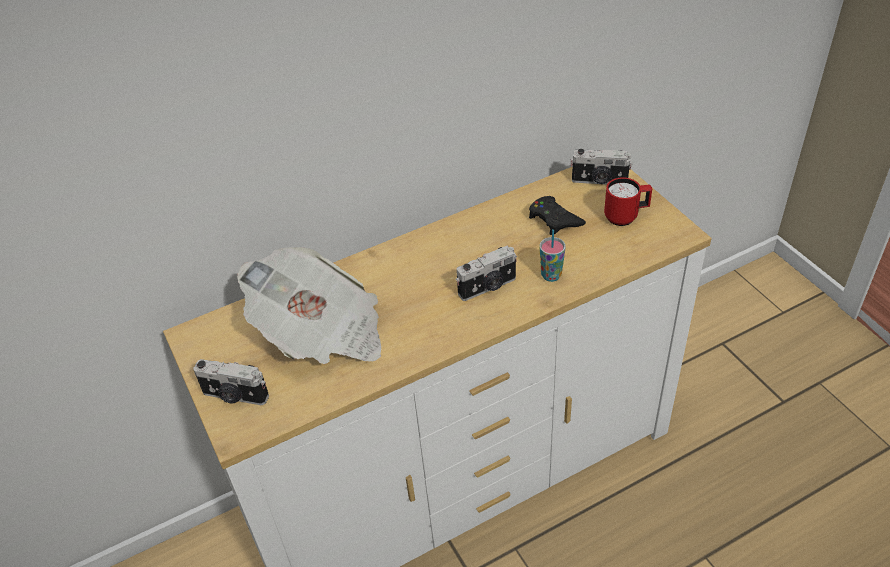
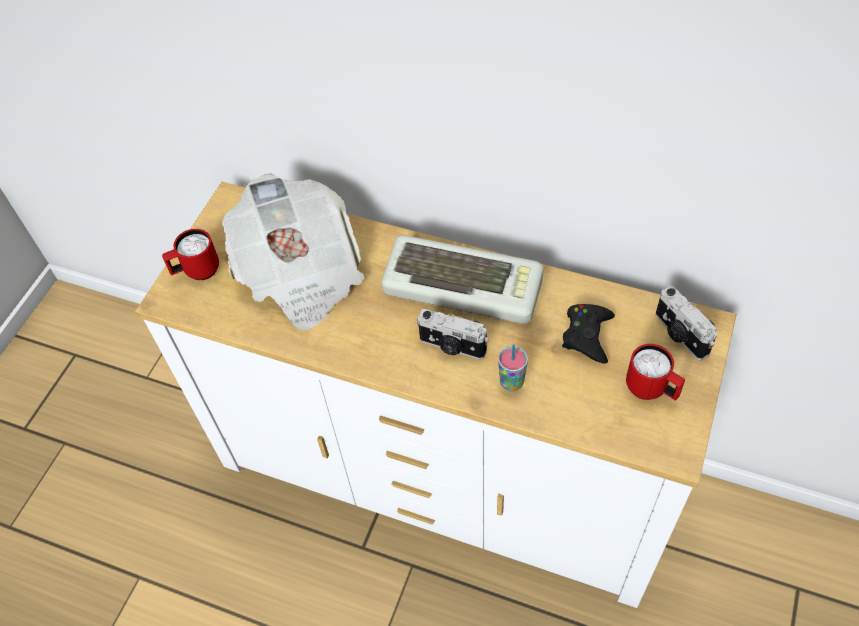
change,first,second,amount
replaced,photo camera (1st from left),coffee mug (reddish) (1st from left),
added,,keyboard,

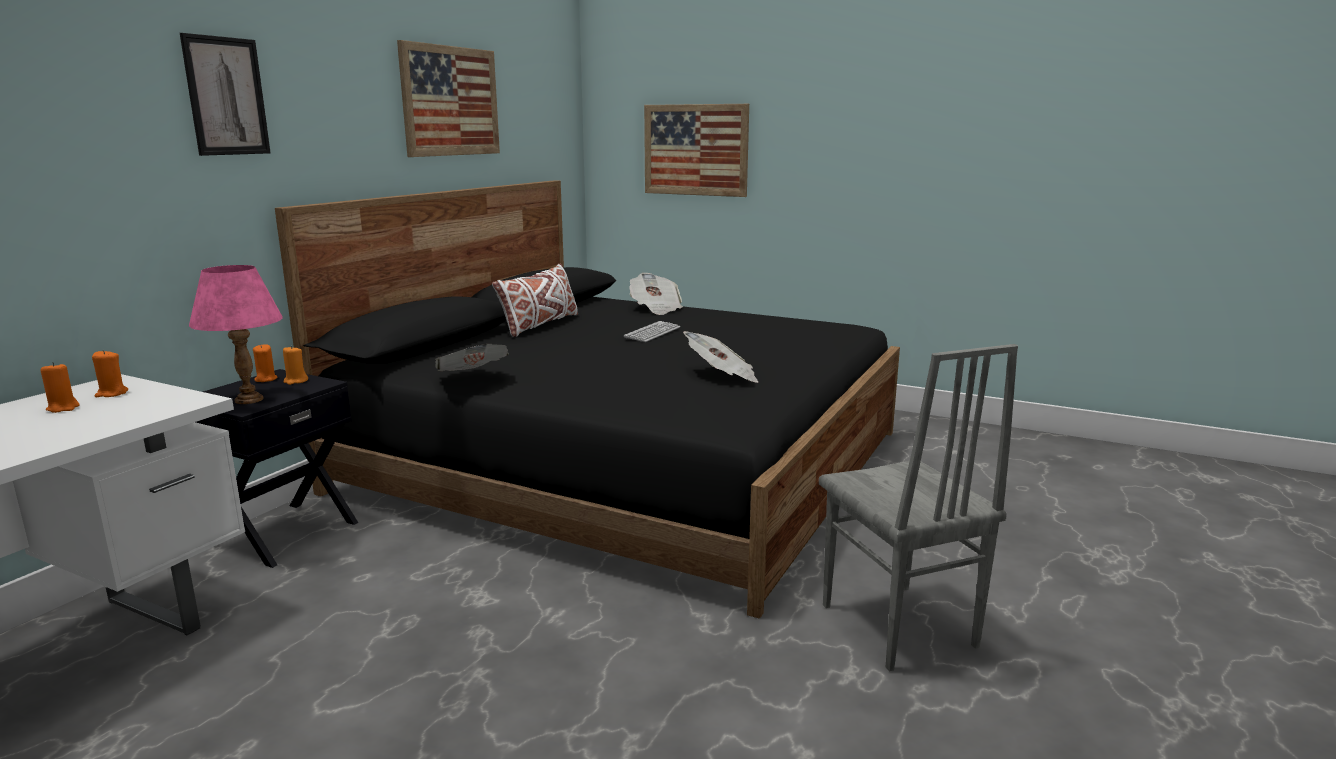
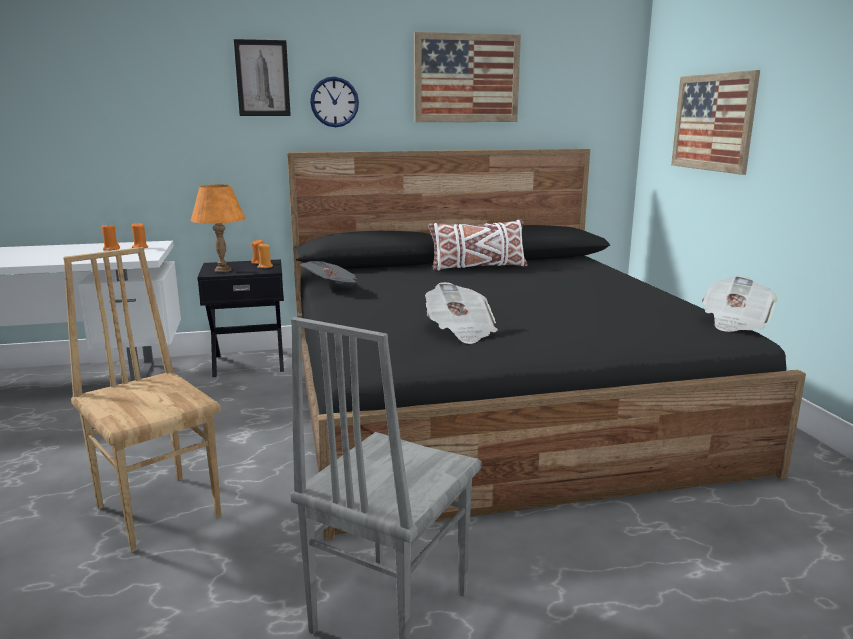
change,first,second,amount
recoloured,lamp for a table (pink-coloured),lamp for a table (orangey),
removed,keyboard,,
moved,newspaper (2nd from left in the first image),newspaper (3rd from left),
added,,chair (brown-coloured),
added,,wall clock,

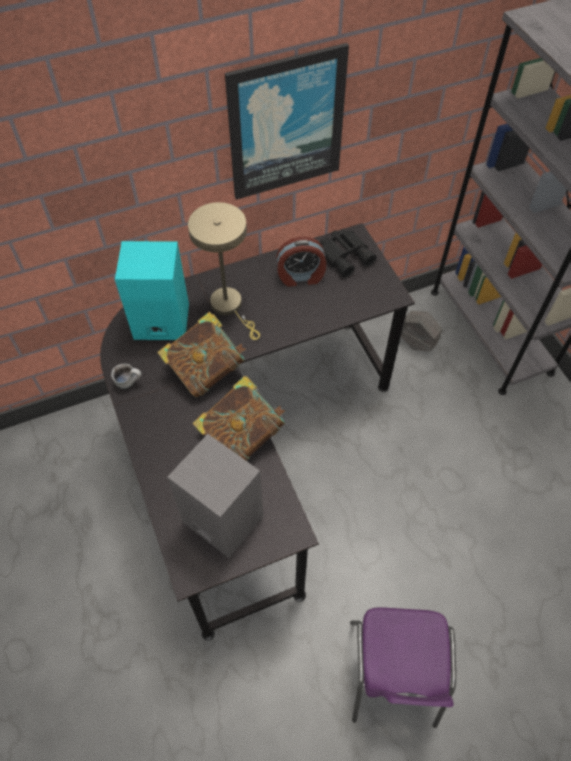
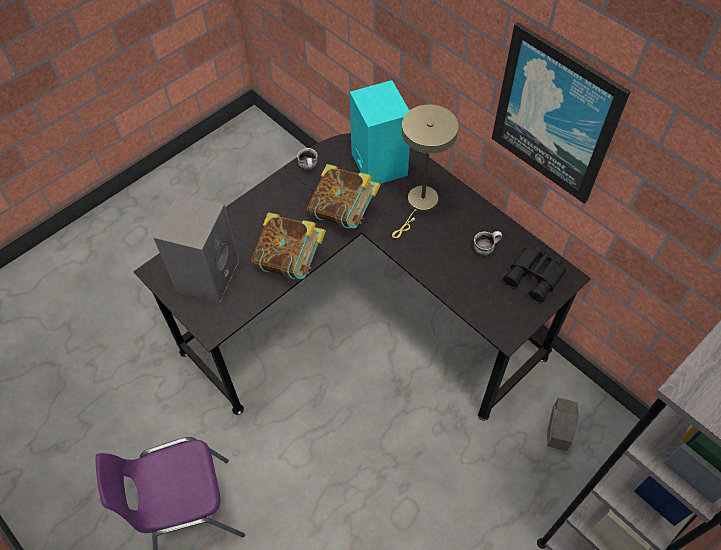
change,first,second,amount
replaced,alarm clock,coffee mug (2nd from left),

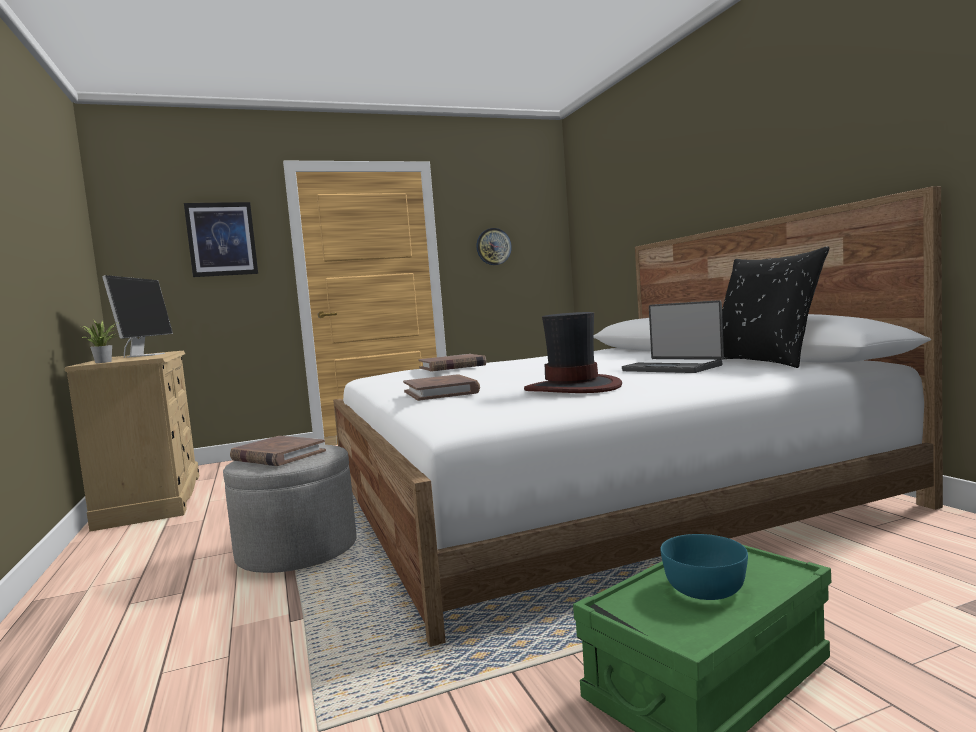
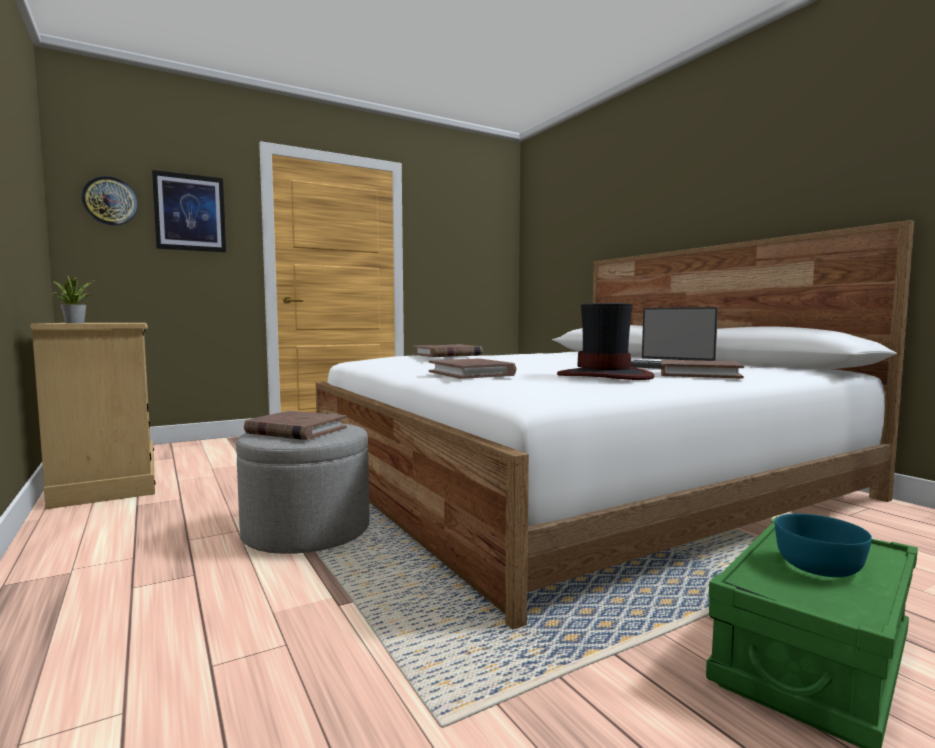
change,first,second,amount
removed,computer display,,
moved,wall clock,,
removed,pillow (black),,
added,,volume (brown-coloured) (4th from left),

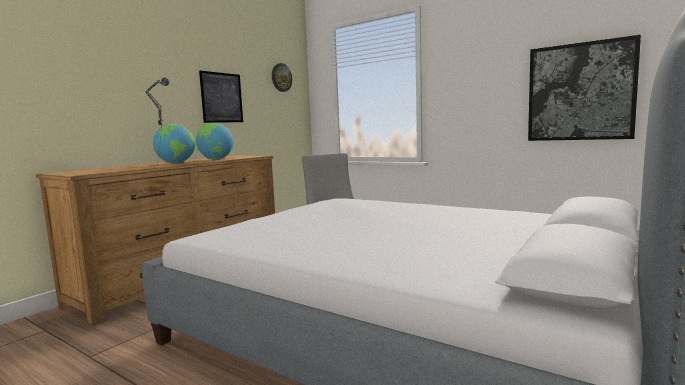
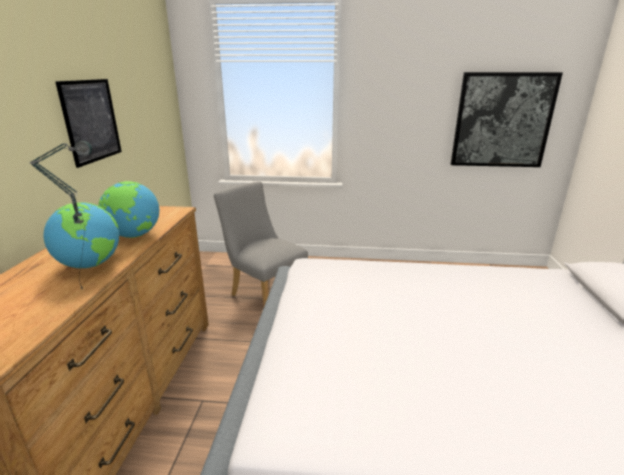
change,first,second,amount
removed,wall clock,,

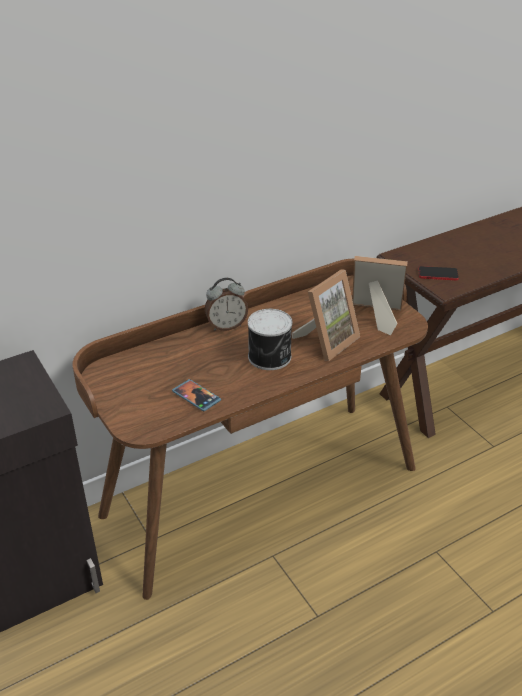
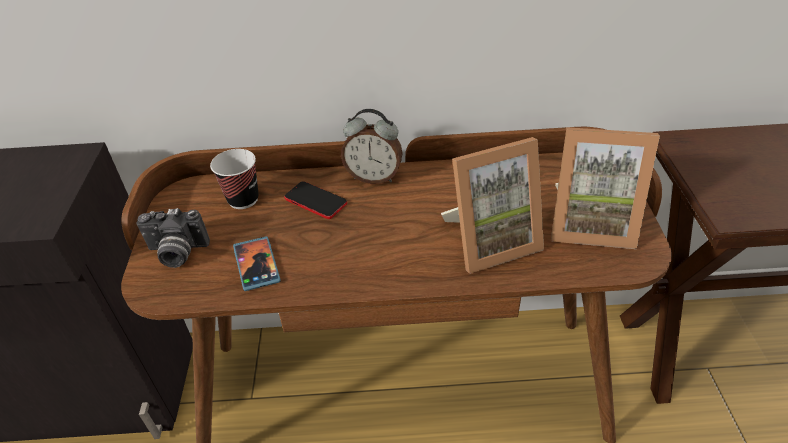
change,first,second,amount
removed,can,,
turned,photo frame (2nd from left),,150 degrees clockwise
moved,handset (2nd from left),,
added,,photo camera,
added,,small cup,

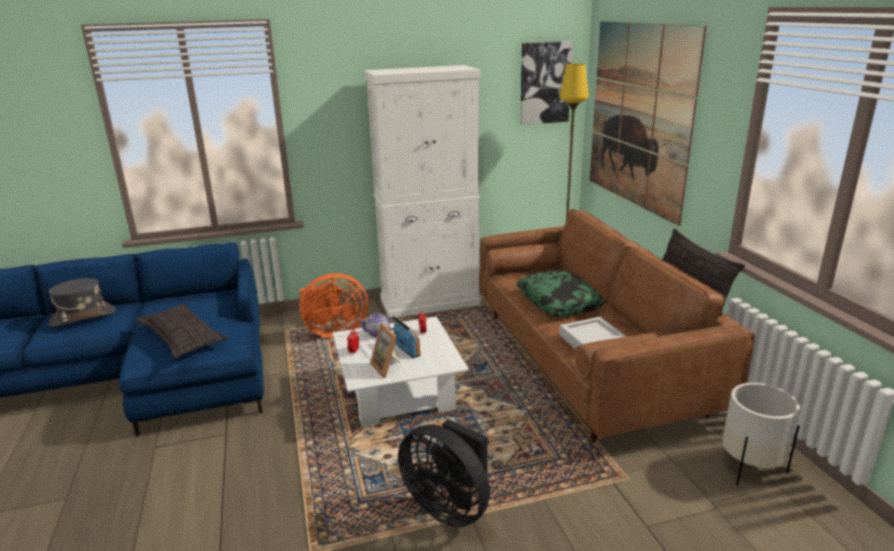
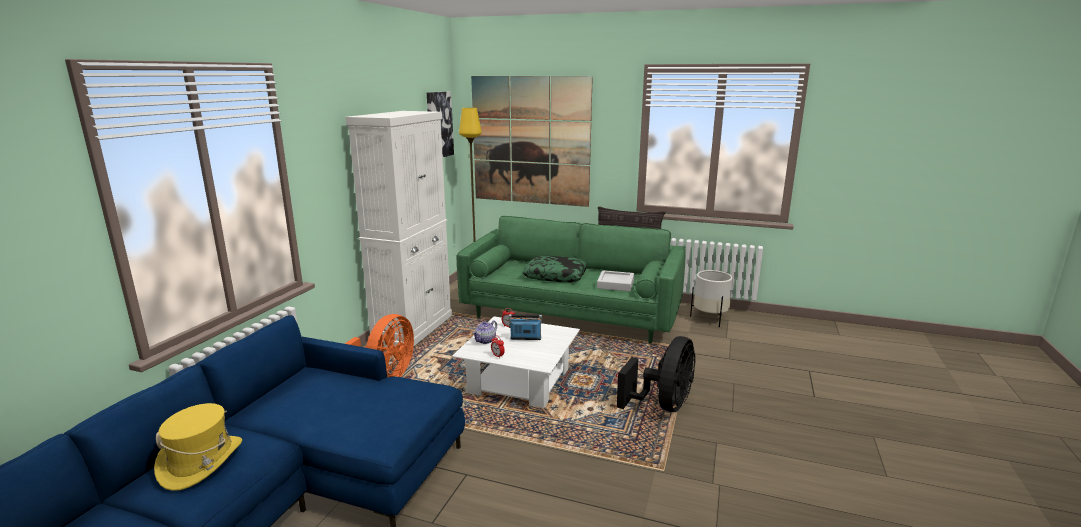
change,first,second,amount
recoloured,clothing hat (grey),clothing hat (yellow),
removed,pillow (1st from left),,
removed,photo frame,,
turned,electric fan (black),,45 degrees counterclockwise
recoloured,couch (brown-coloured),couch (green-coloured),

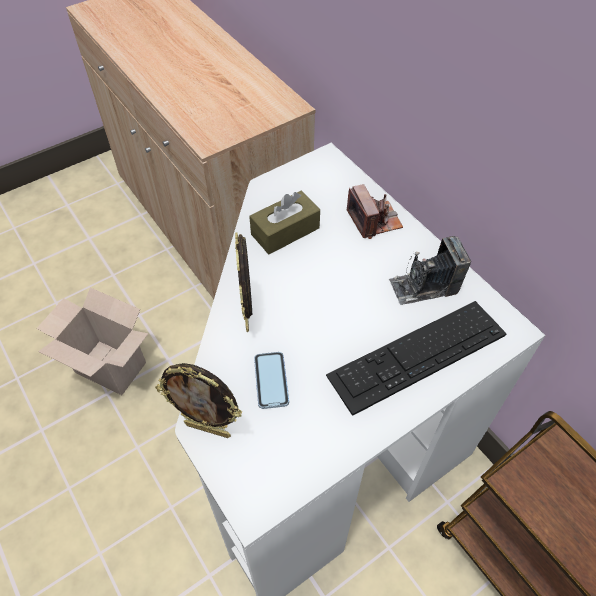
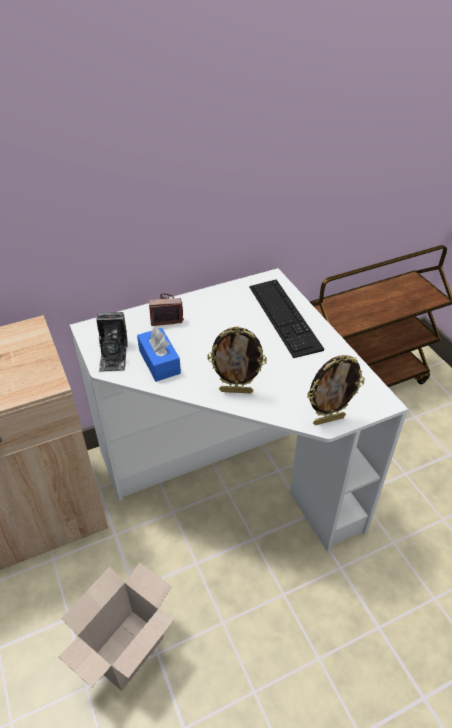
change,first,second,amount
turned,photo frame (1st from left in the first image),photo frame (2nd from left),45 degrees clockwise
recoloured,box of tissues (brown-coloured),box of tissues (blue),
removed,handset,,
moved,photo camera (2nd from left in the first image),photo camera (1st from left),

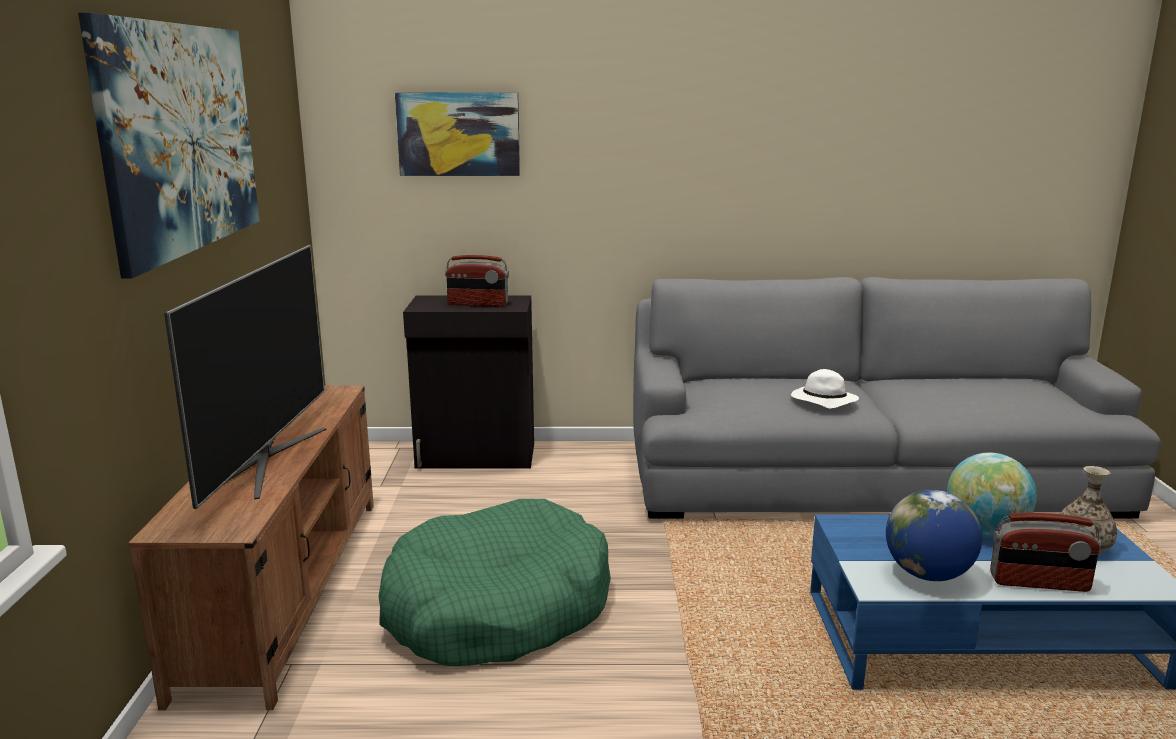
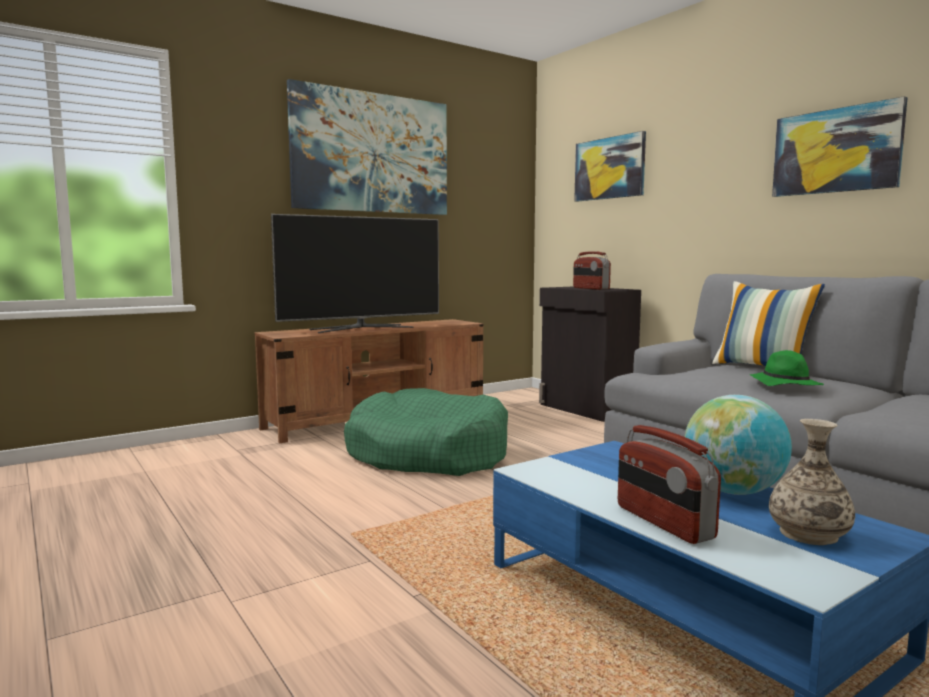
change,first,second,amount
recoloured,clothing hat (white-coloured),clothing hat (green-coloured),
removed,world globe (1st from left),,
added,,pillow,
added,,wall picture (3rd from left),

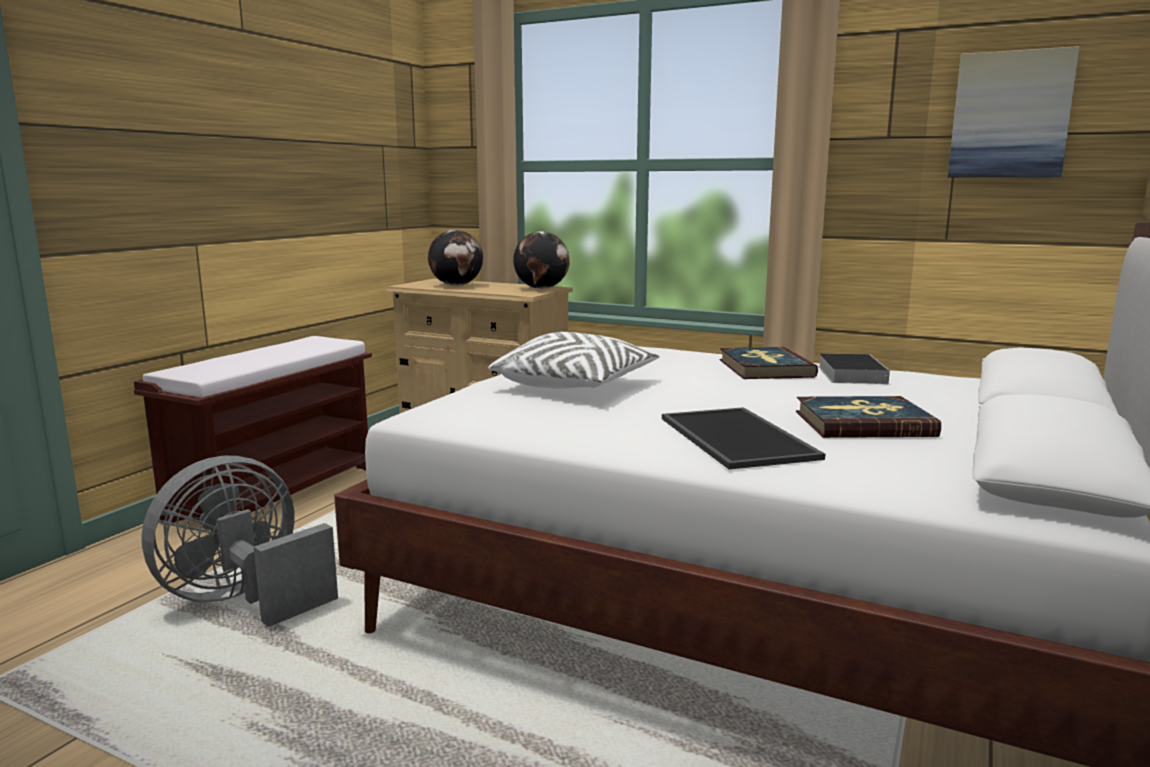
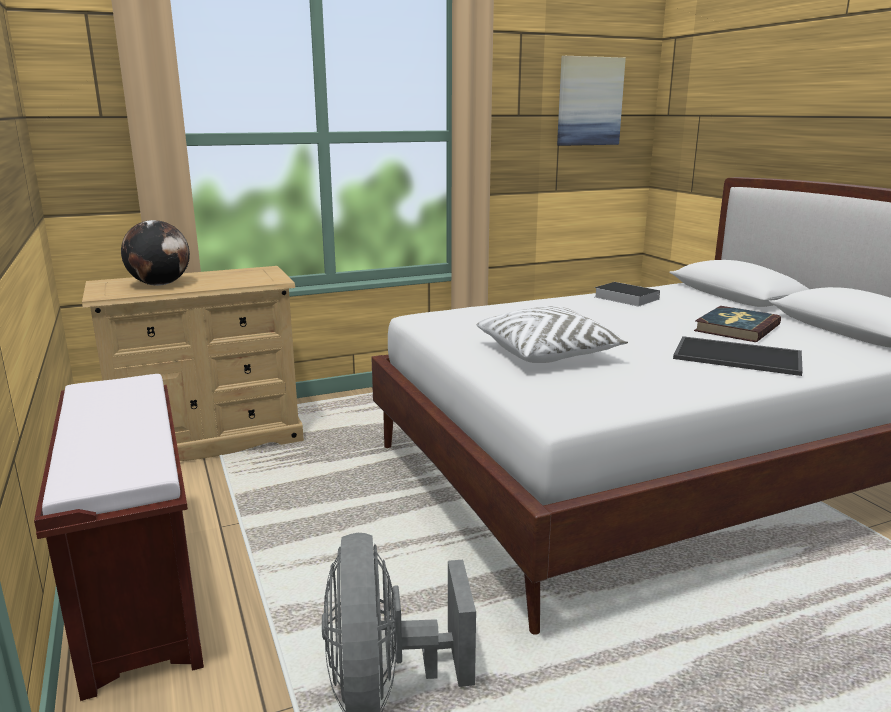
change,first,second,amount
removed,world globe (2nd from left),,
removed,volume (1st from left),,

